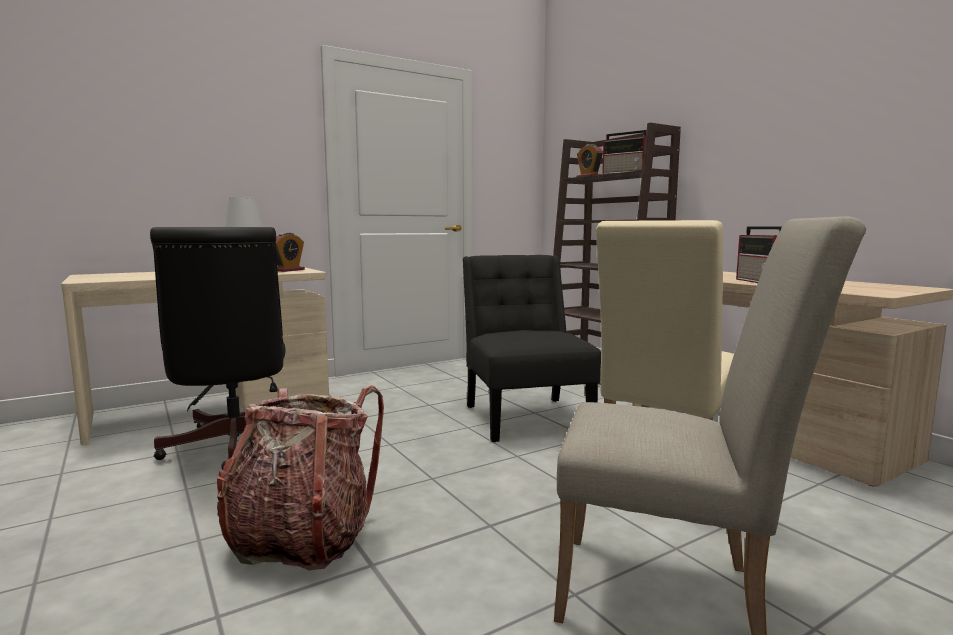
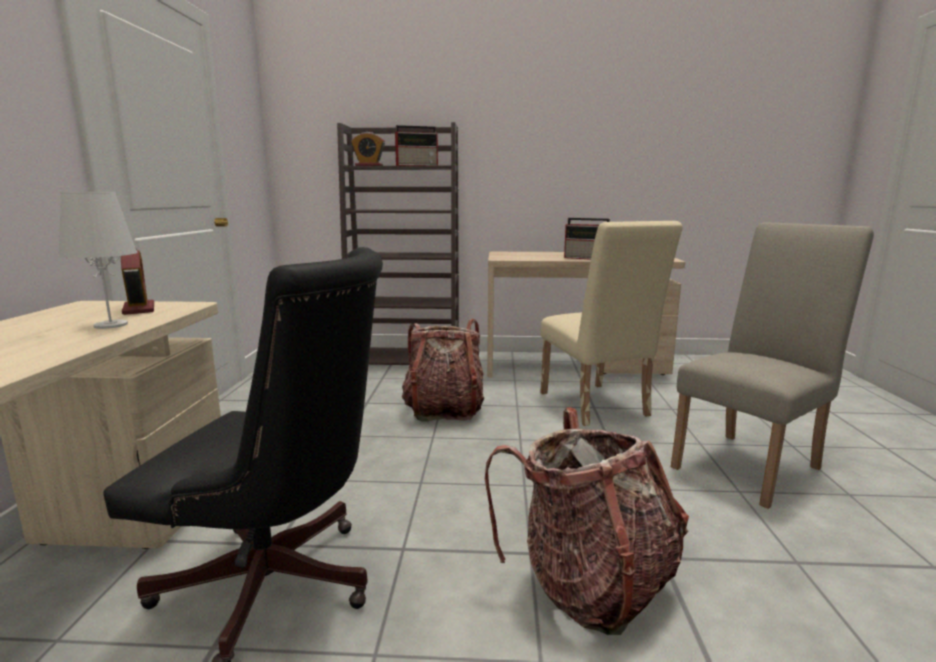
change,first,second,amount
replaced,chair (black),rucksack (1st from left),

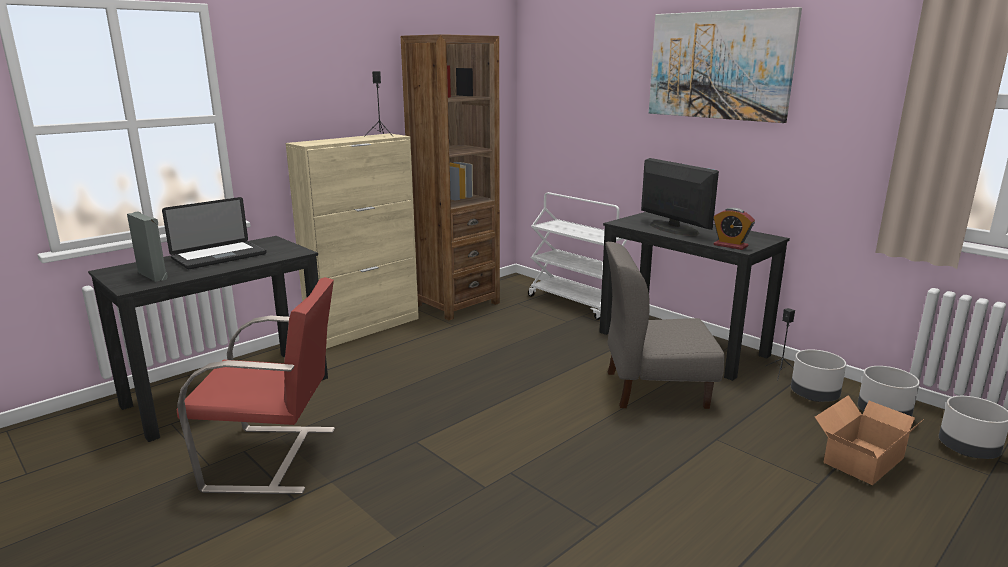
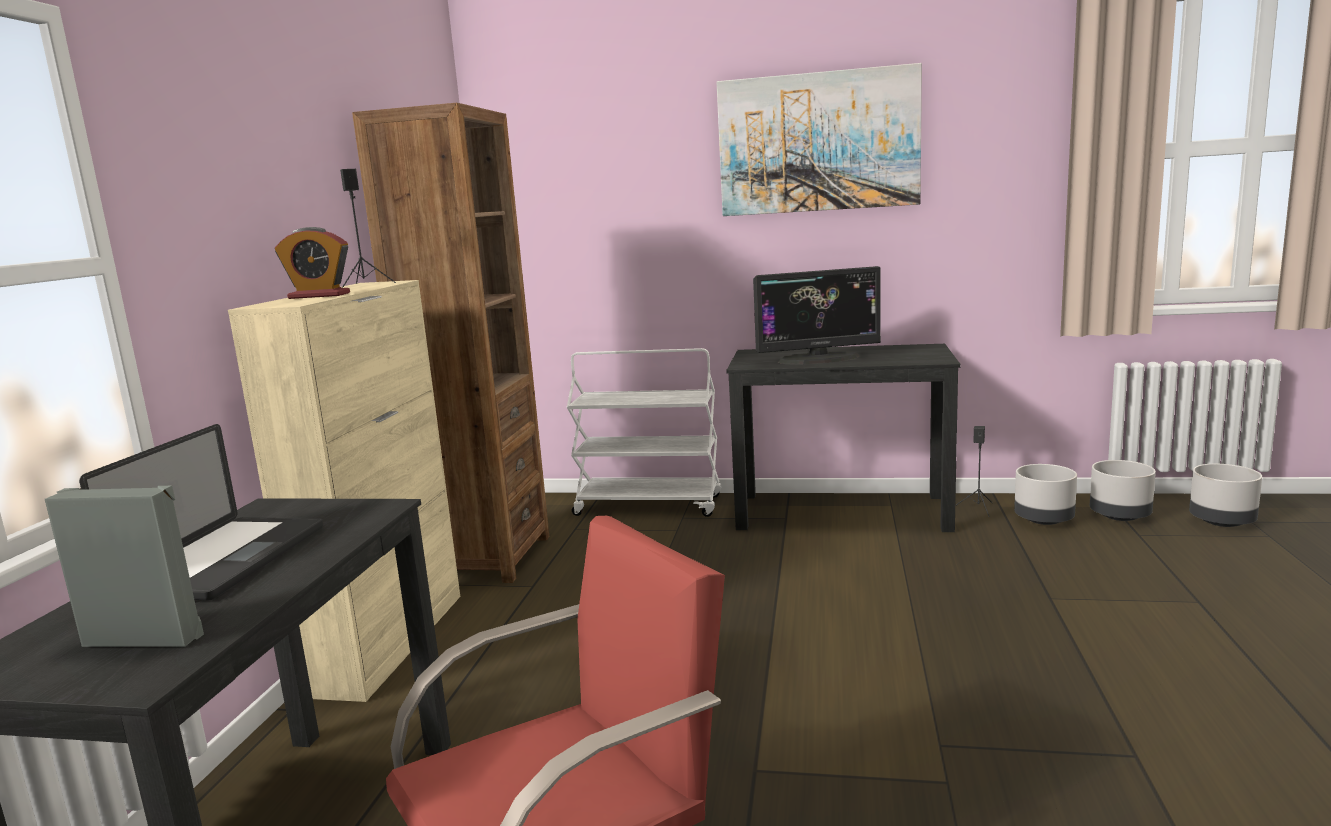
change,first,second,amount
removed,chair (grey),,
turned,computer display,,150 degrees clockwise
moved,alarm clock,,
removed,carton,,

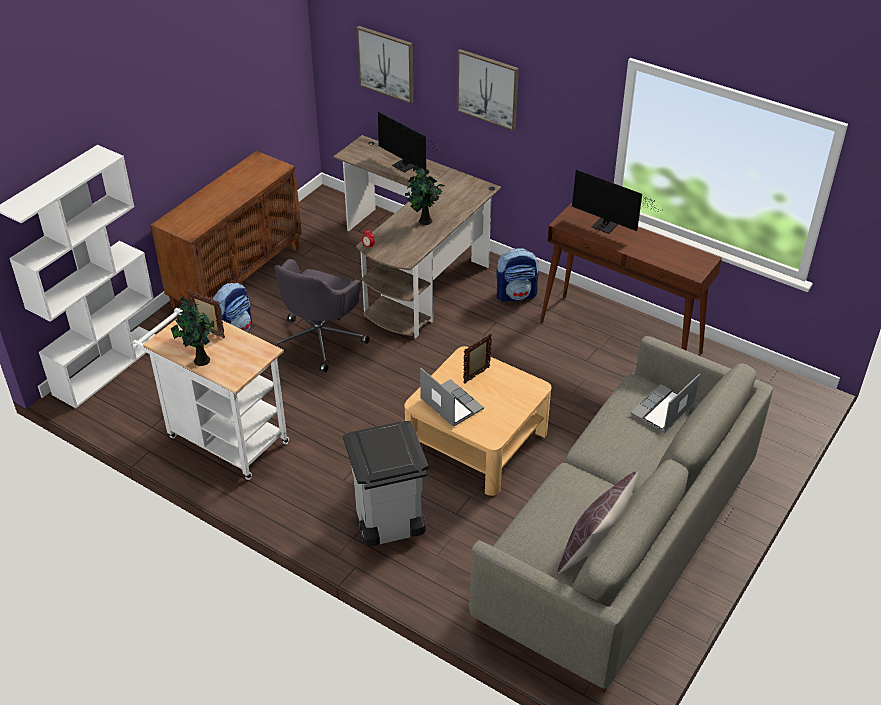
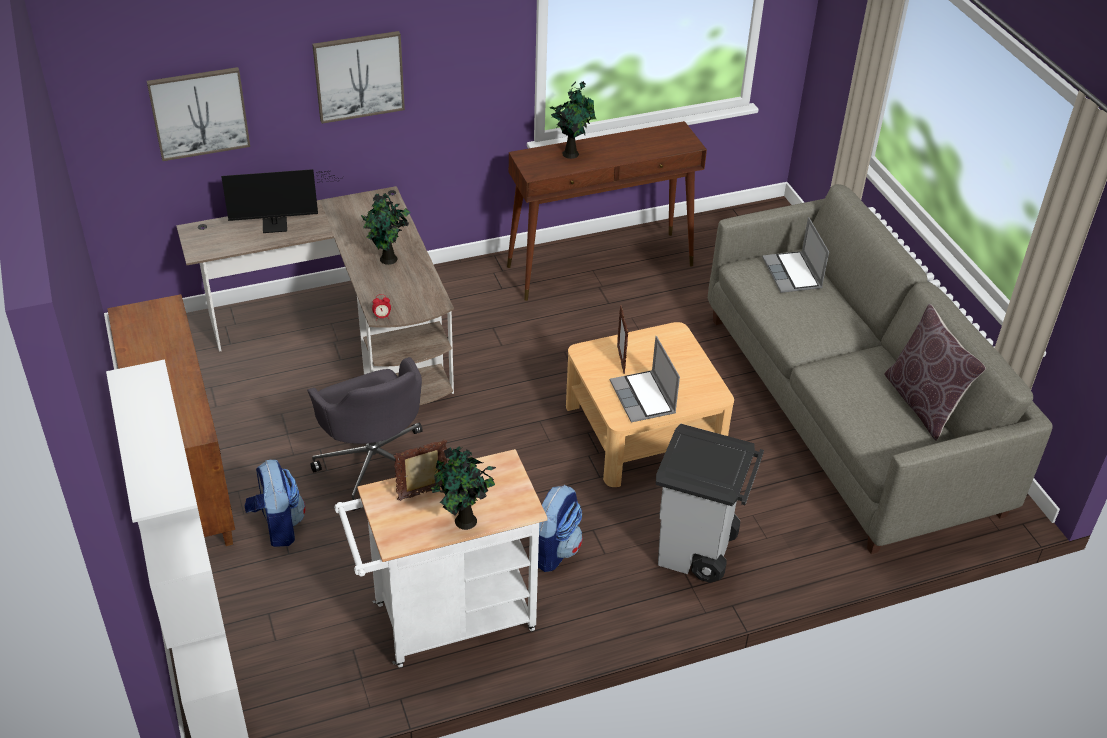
change,first,second,amount
turned,portable computer (1st from left),,105 degrees counterclockwise
moved,rucksack (2nd from left),,
replaced,computer display (2nd from left),houseplant (3rd from left),

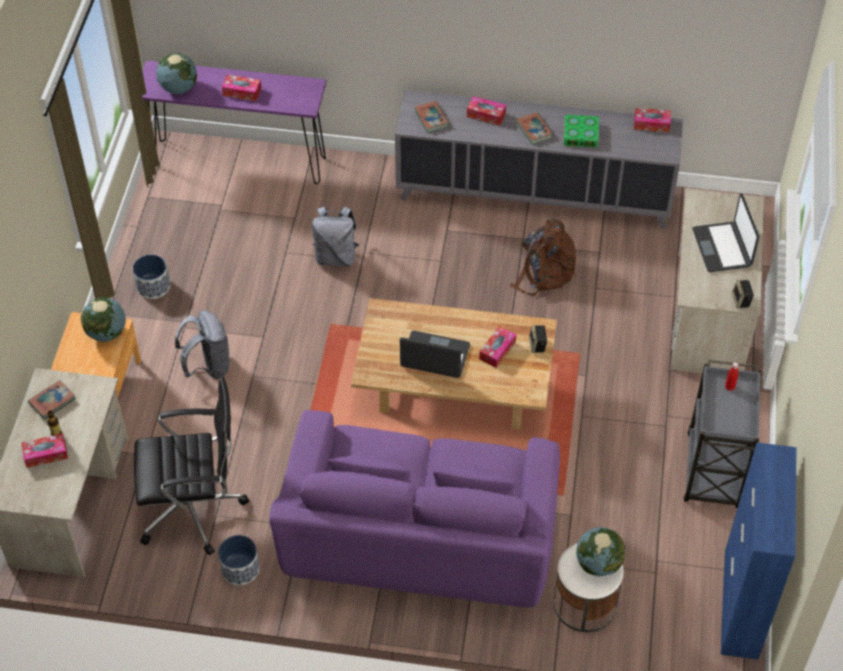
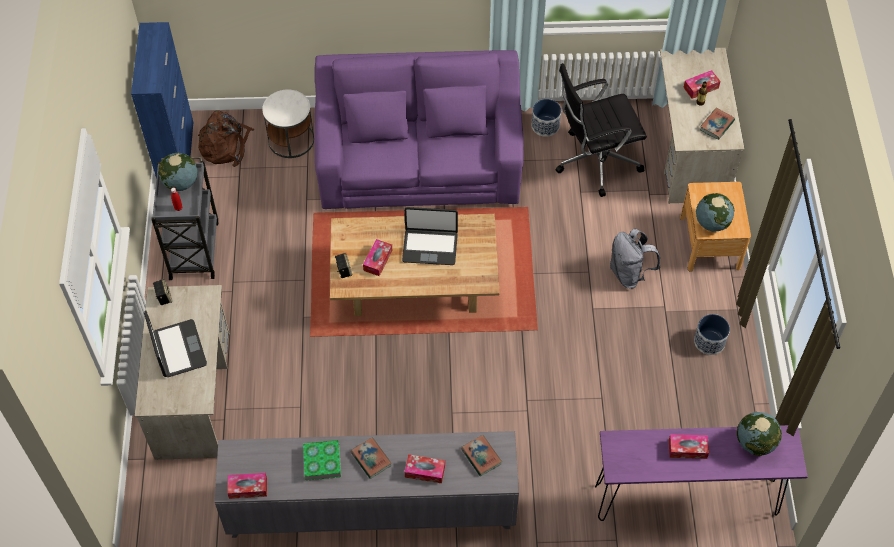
change,first,second,amount
removed,rucksack (grey) (2nd from left),,
moved,rucksack (brown-coloured),,
moved,world globe (3rd from left in the first image),world globe (1st from left),

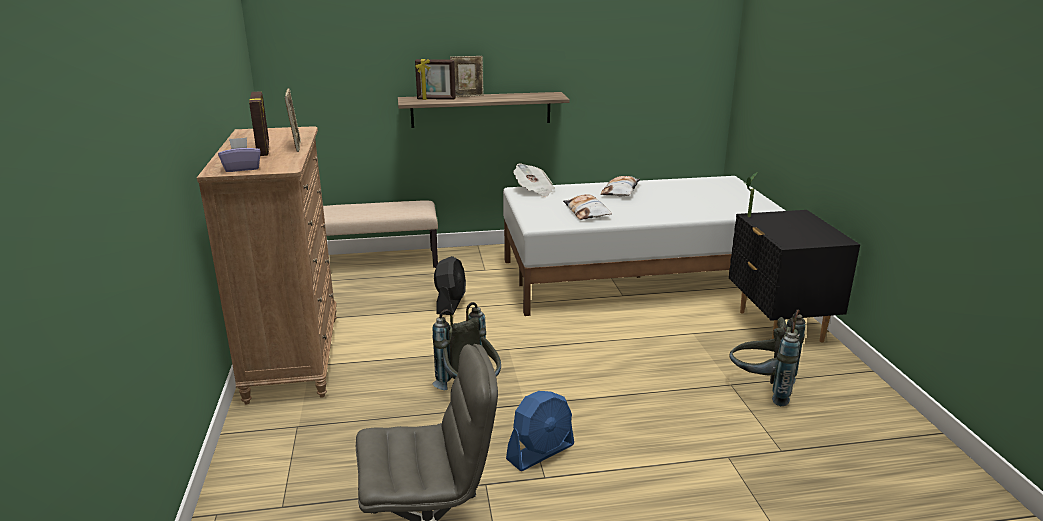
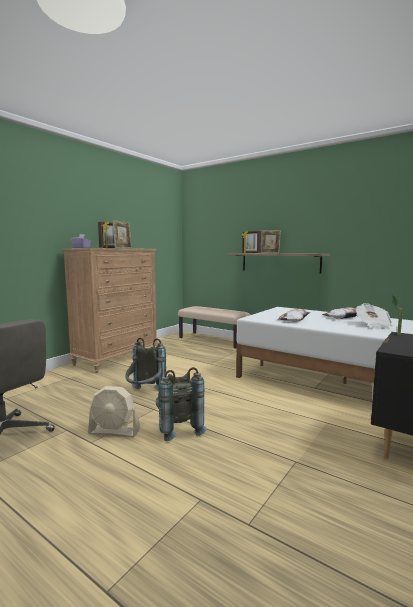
change,first,second,amount
removed,electric fan (black),,
recoloured,electric fan (blue),electric fan (beige-coloured),
moved,newspaper,,
moved,rucksack (grey) (2nd from left),,

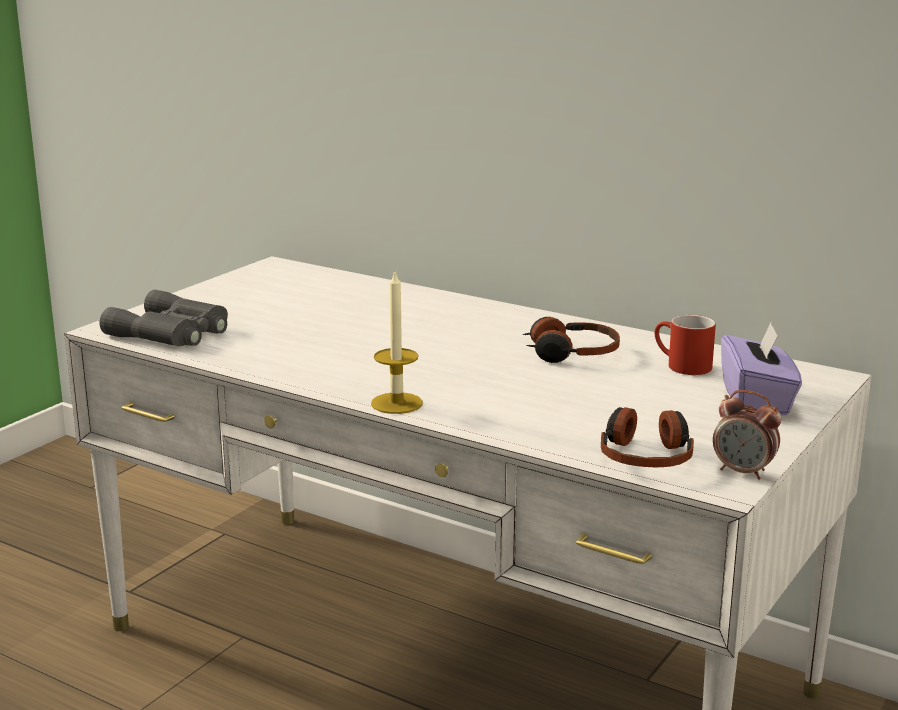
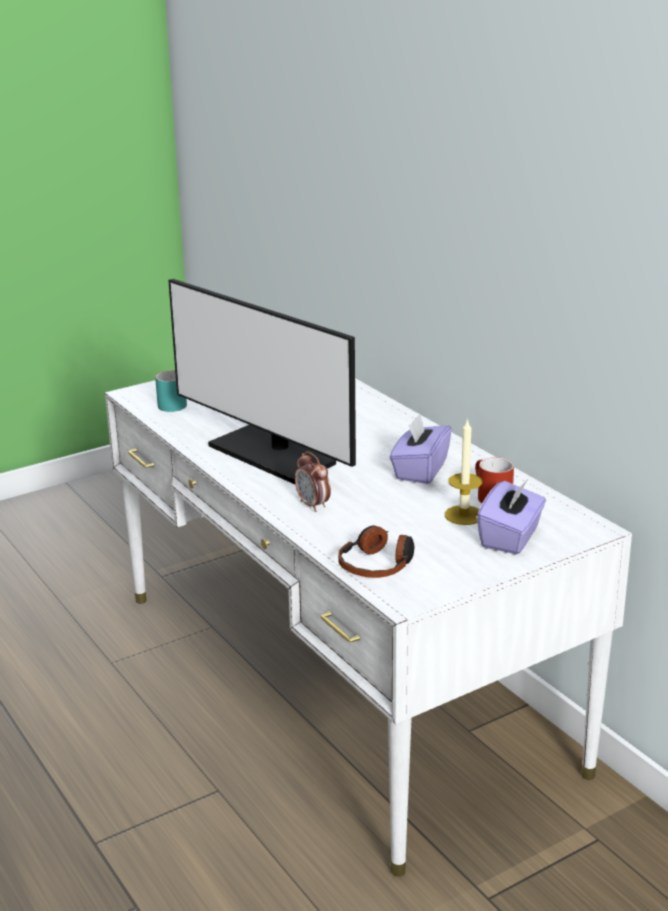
change,first,second,amount
replaced,field glasses (grey),coffee mug (turquoise-coloured),
moved,wax light,,
replaced,headphones (1st from left),box of tissues (purple) (1st from left),
moved,alarm clock,,
added,,computer display,

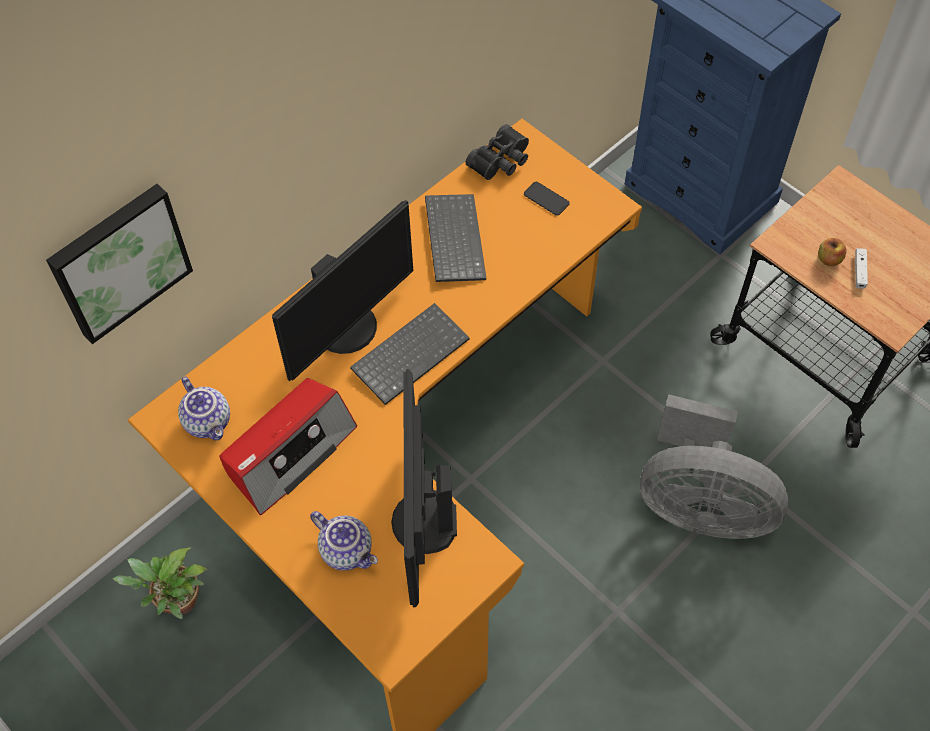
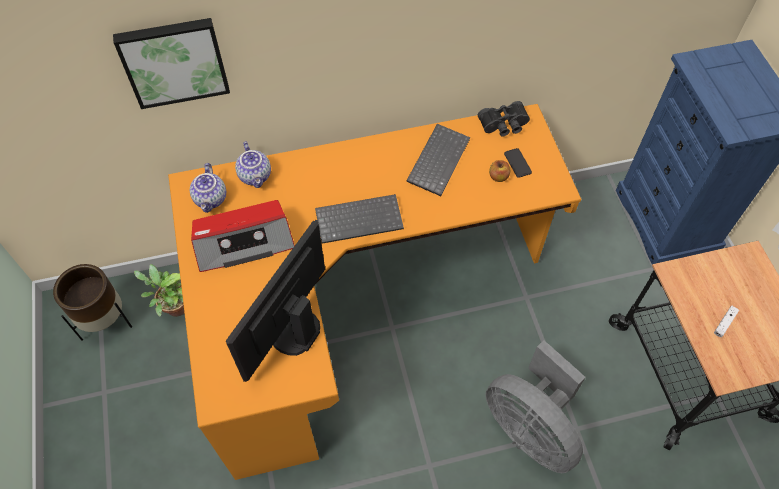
change,first,second,amount
removed,computer display (1st from left),,
moved,pot for tea (2nd from left),,
moved,apple,,
added,,planter (brown-coloured),

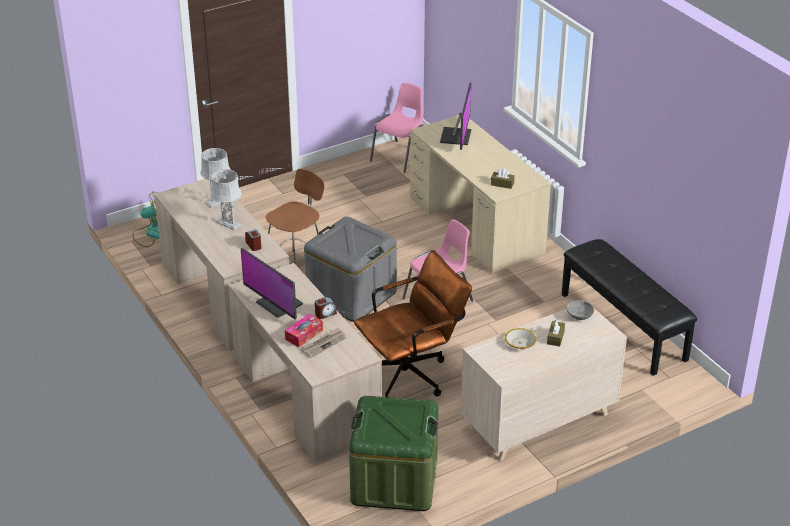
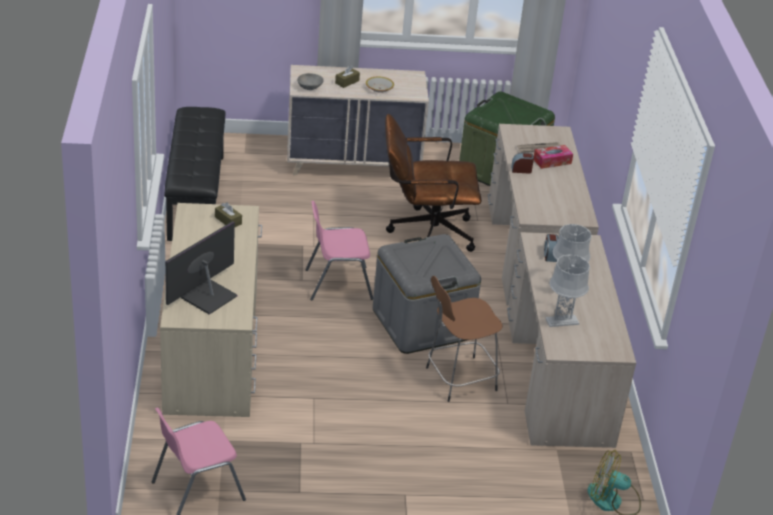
change,first,second,amount
removed,computer display (1st from left),,

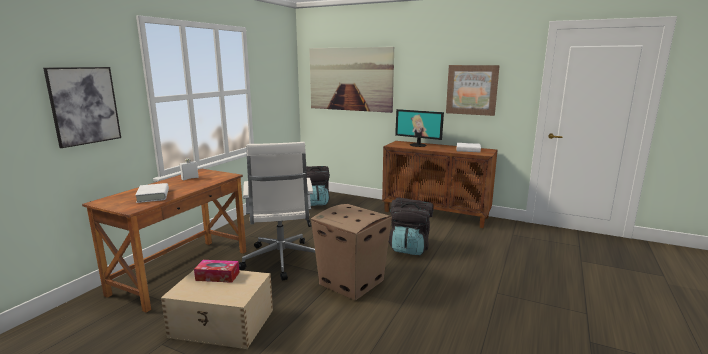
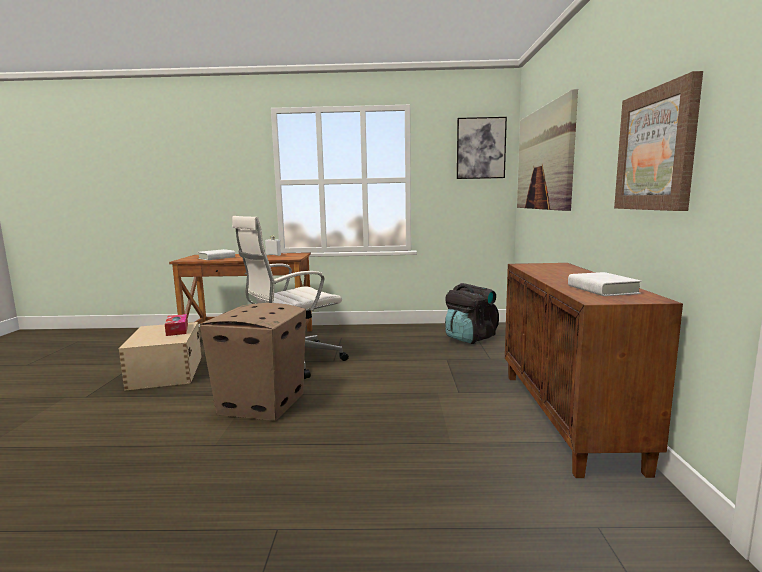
change,first,second,amount
moved,wall picture (1st from left),,
removed,rucksack (black) (2nd from left),,
removed,computer display,,

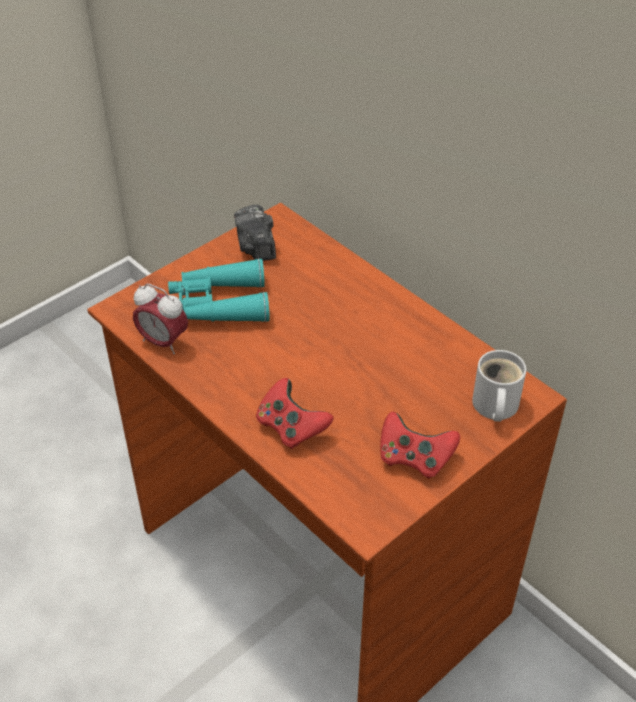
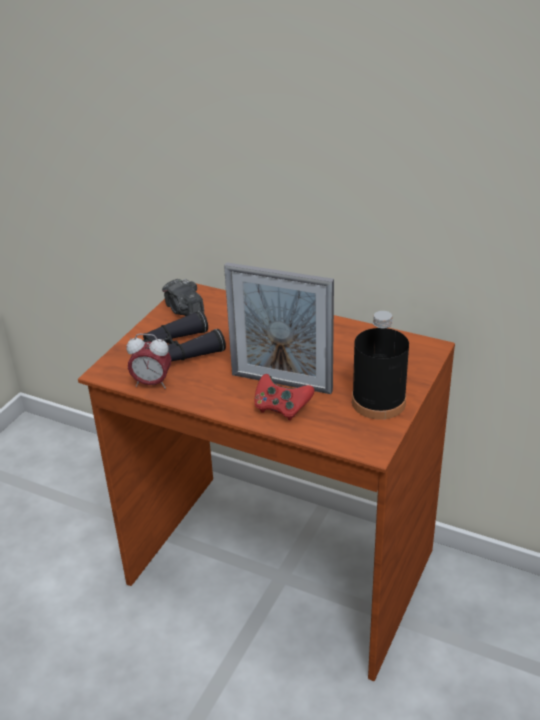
change,first,second,amount
recoloured,field glasses (turquoise-coloured),field glasses (black),
replaced,gamepad (reddish) (2nd from left),bottle (black),
removed,coffee mug (white-coloured),,
added,,photo frame,

